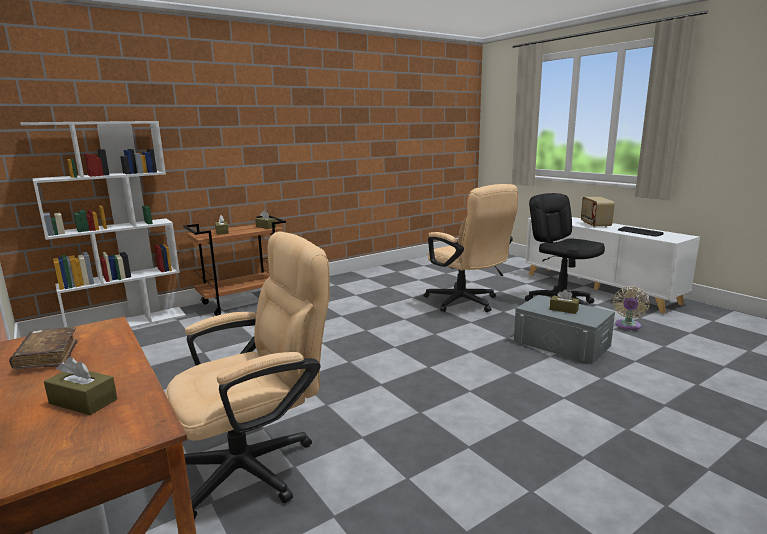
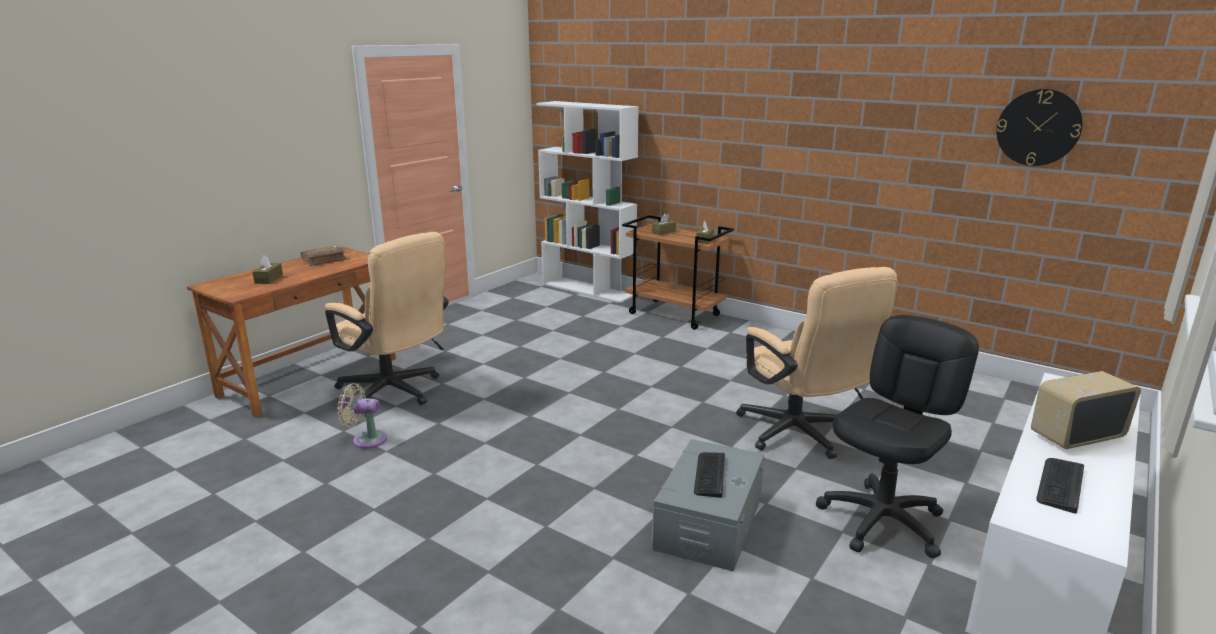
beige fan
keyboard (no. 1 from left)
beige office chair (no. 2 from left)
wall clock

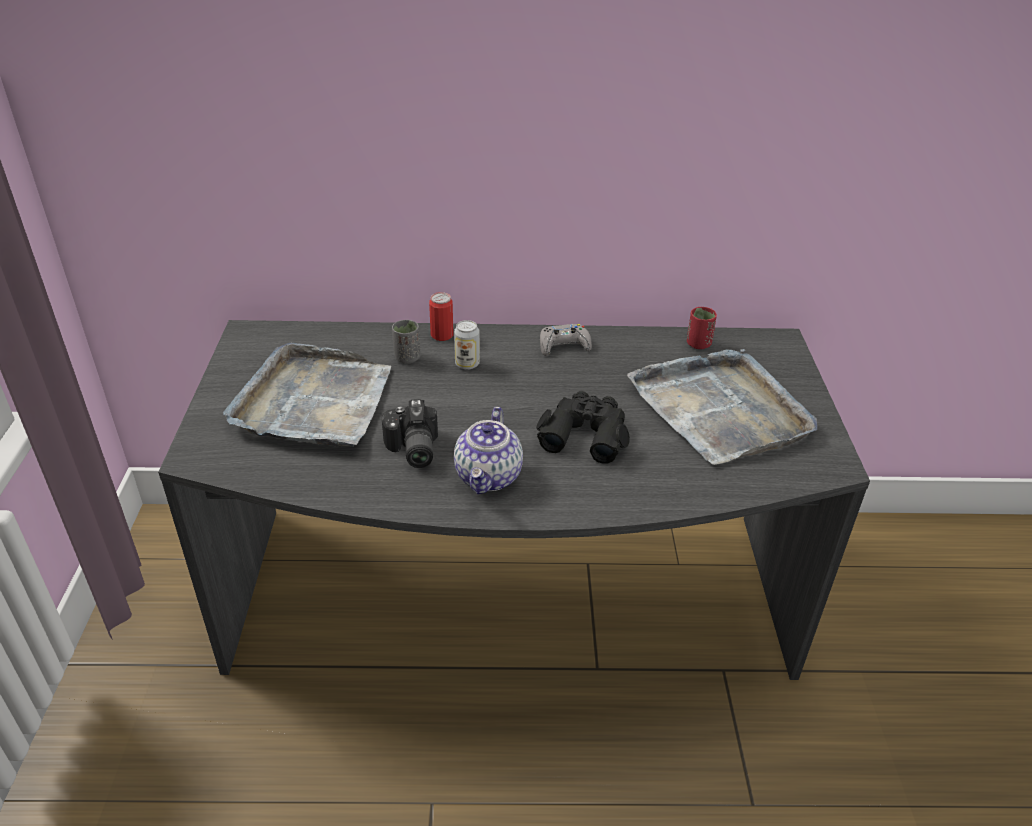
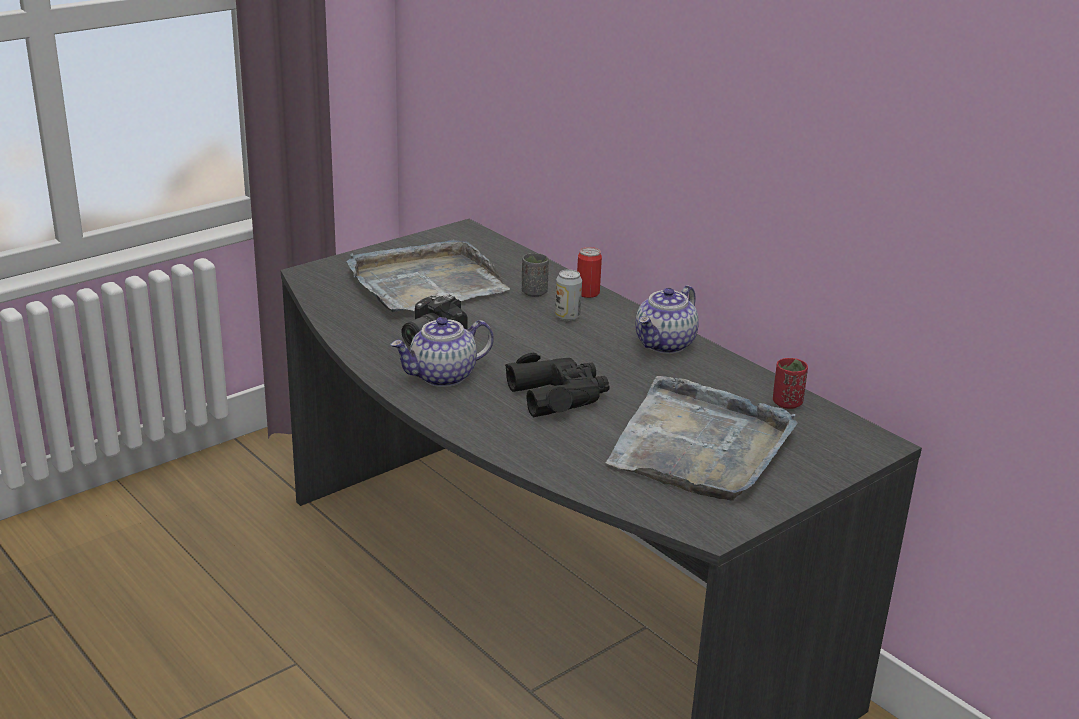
teapot (no. 2 from left)

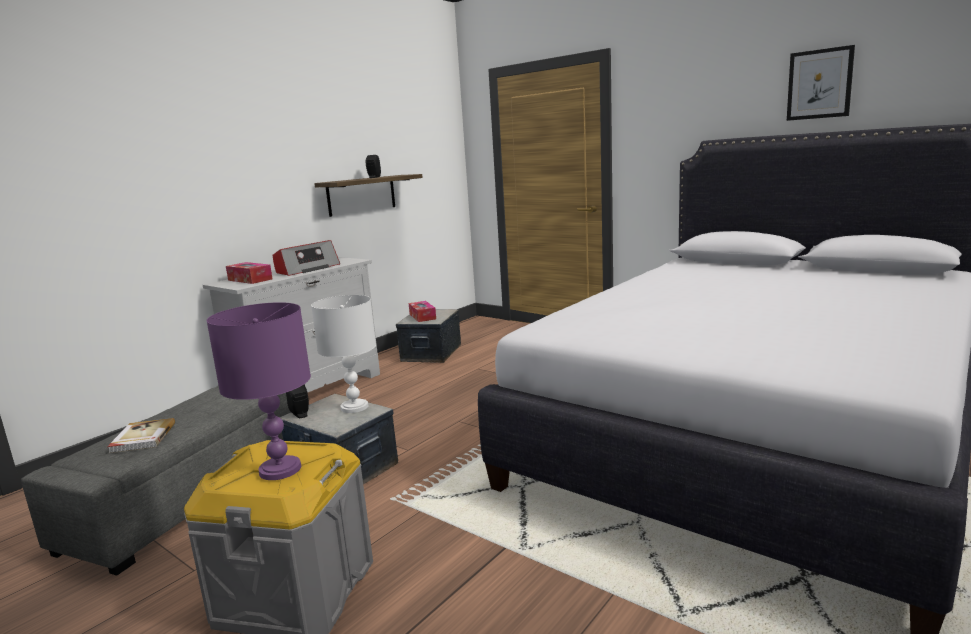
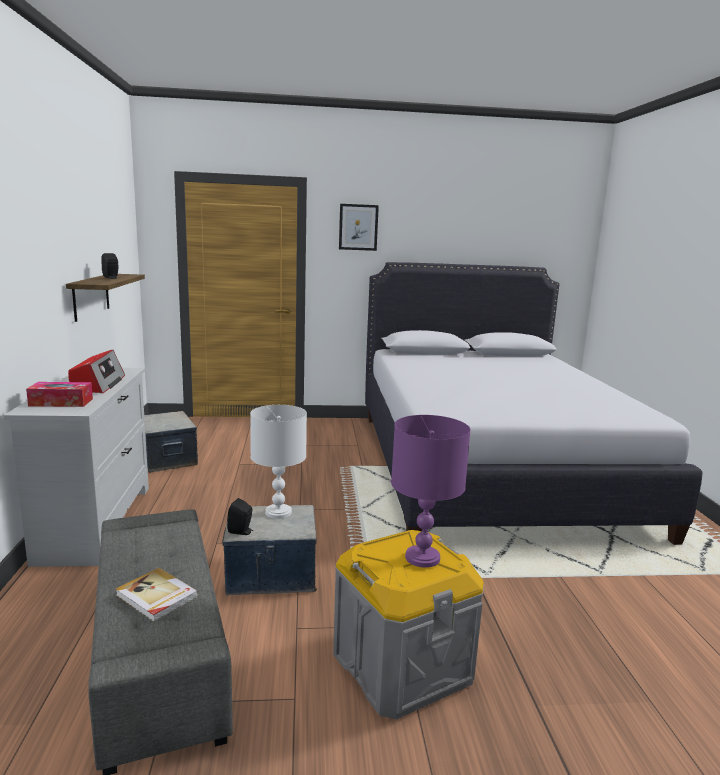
picture
tissue box (no. 2 from left in the first image)

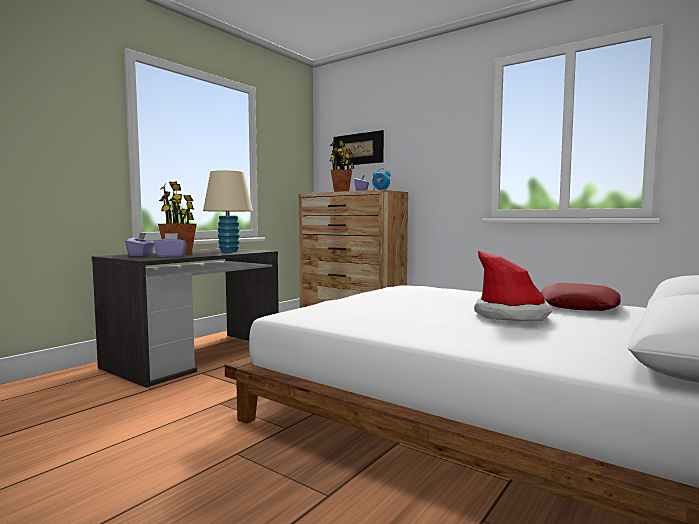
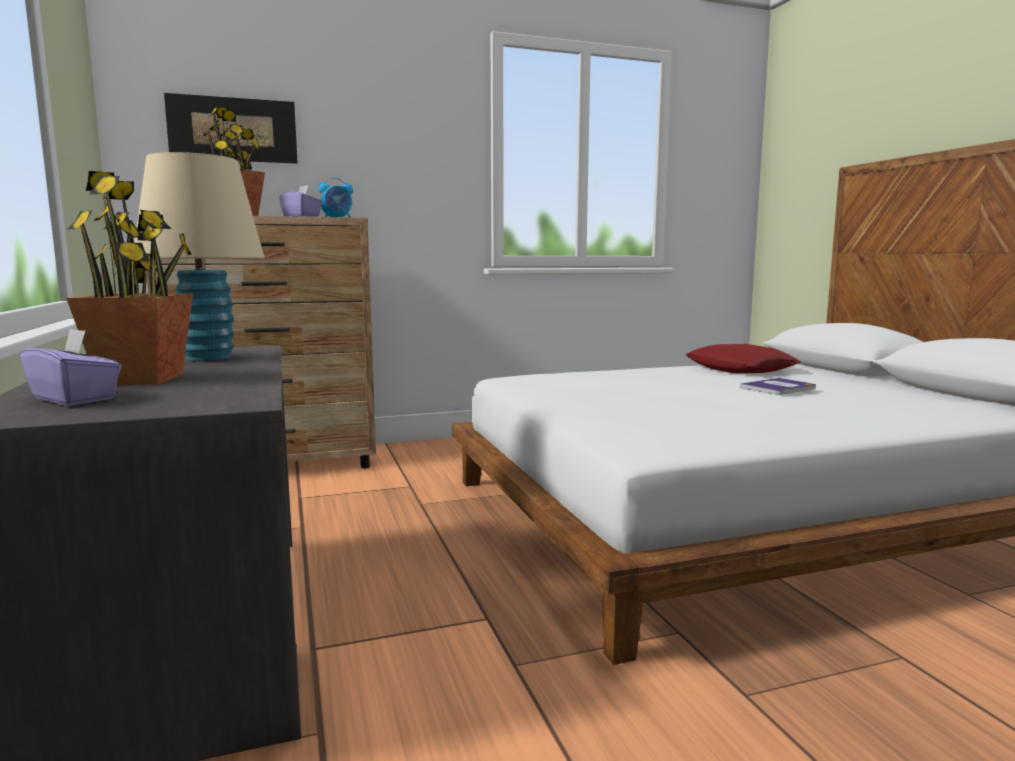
book
purple tissue box (no. 2 from left in the first image)

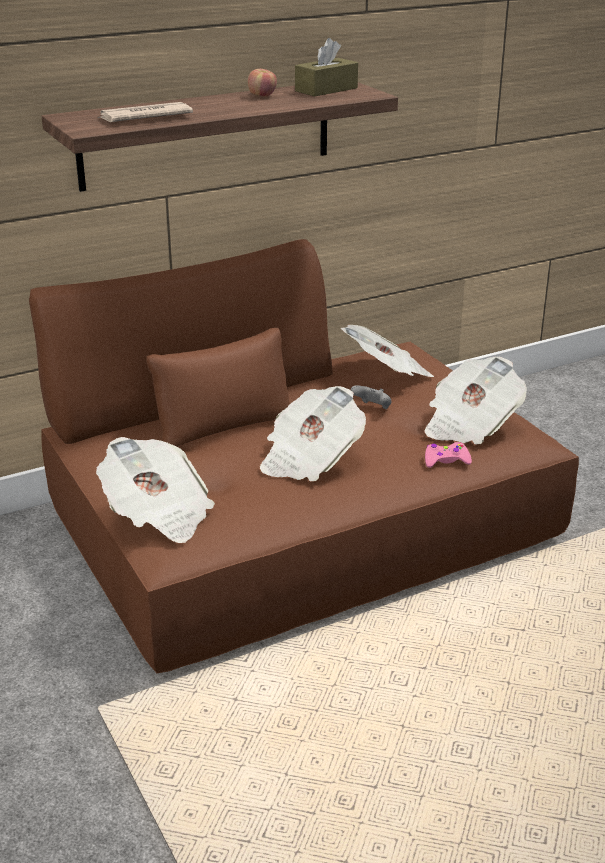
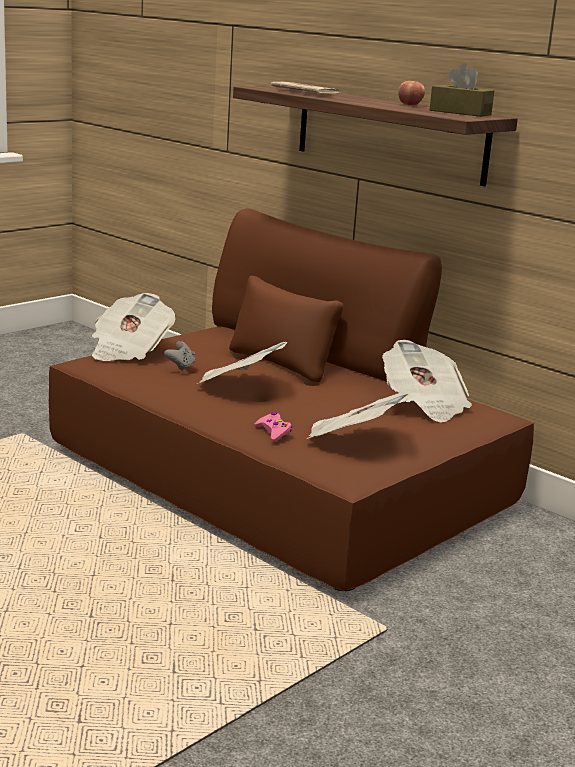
grey game controller

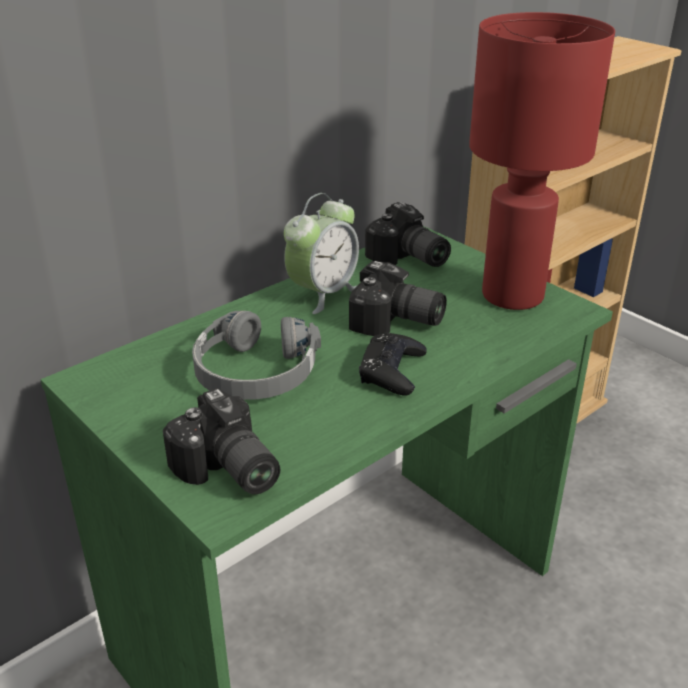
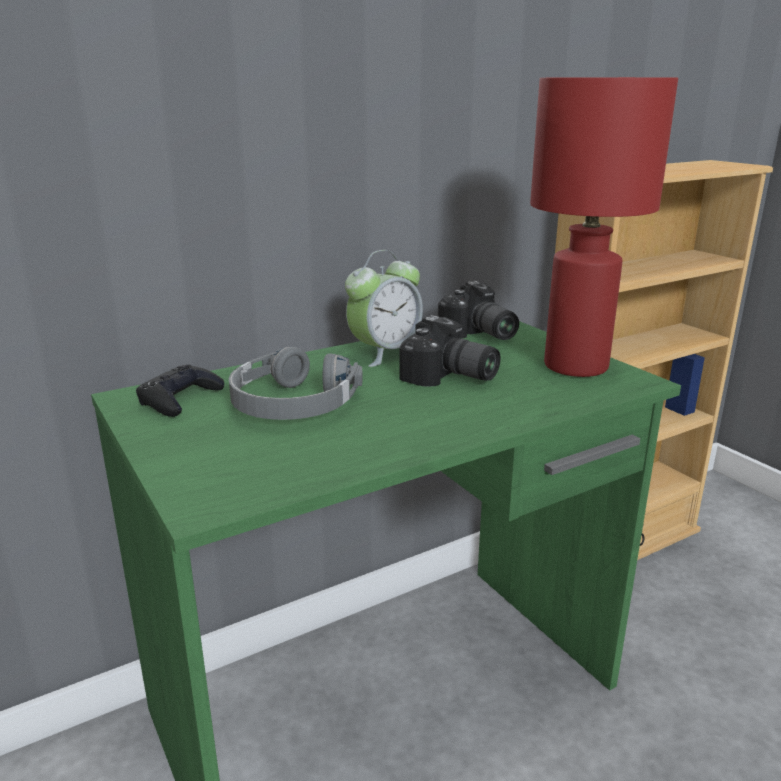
black game controller
photo camera (no. 1 from left in the first image)

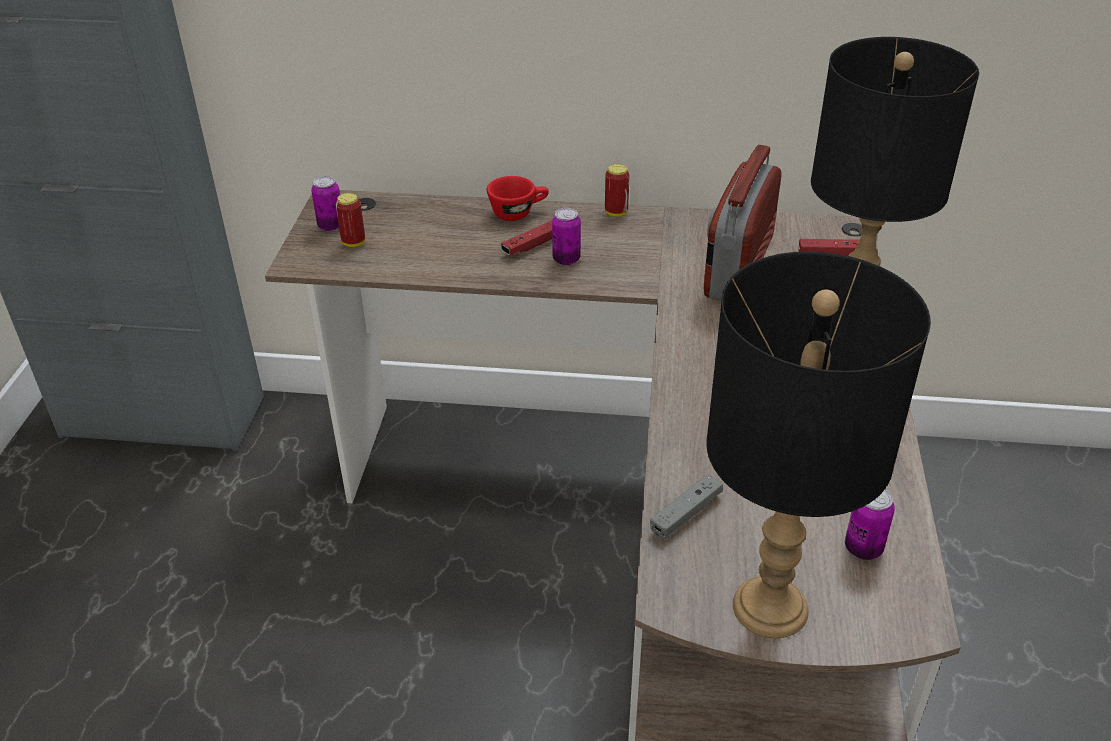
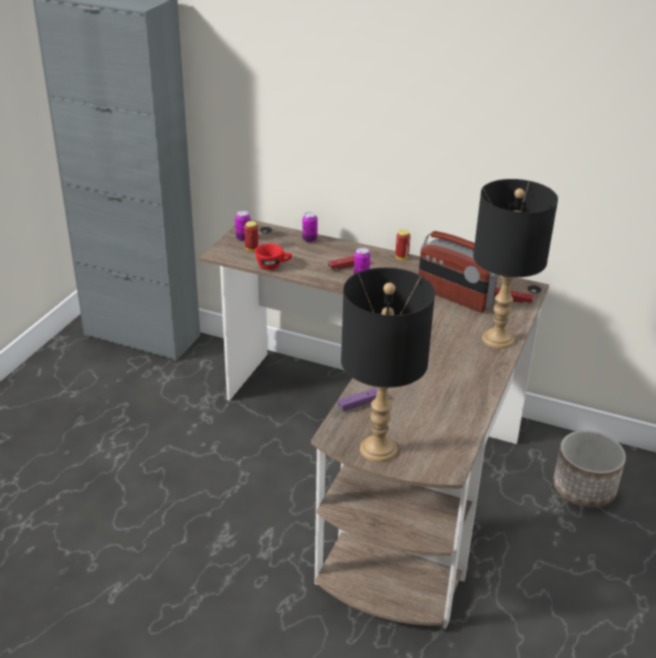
red cup
can (no. 3 from left)
purple game controller
radio
planter

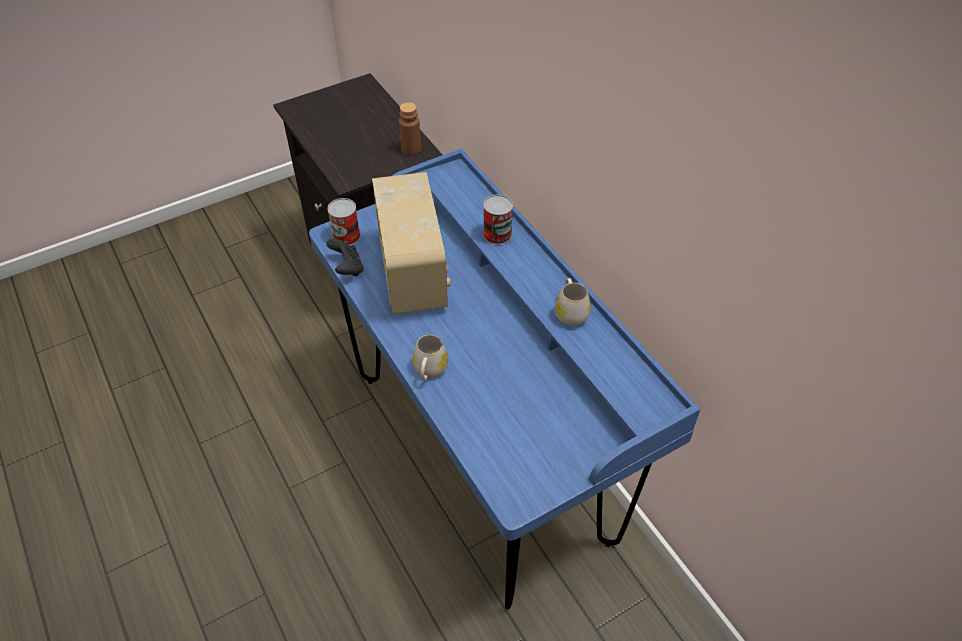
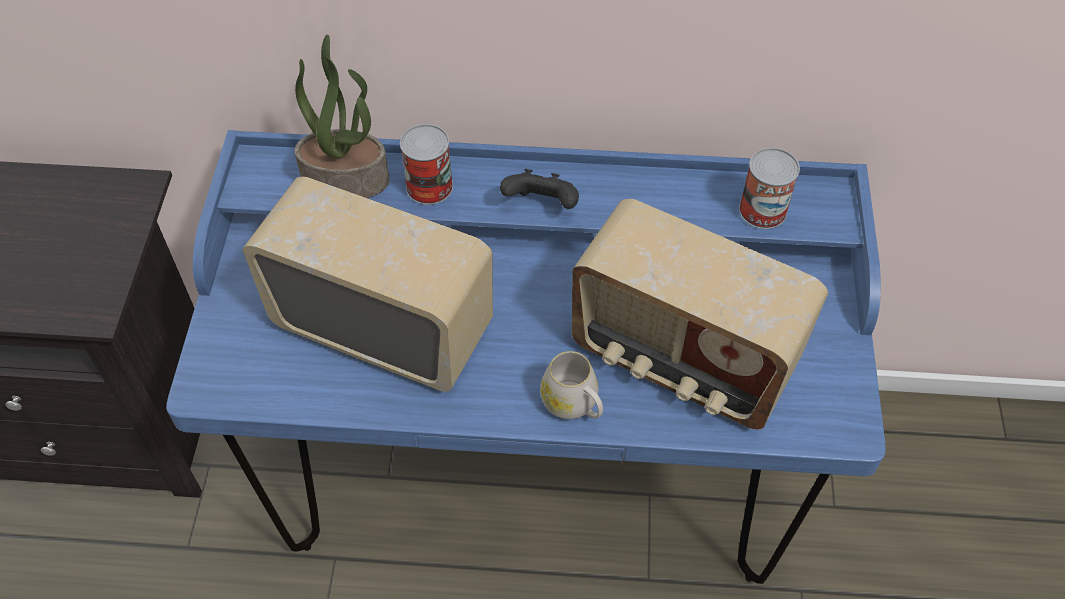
potted plant
black game controller
radio (no. 2 from left)
can (no. 2 from left)
brown bottle
white mug (no. 2 from left in the first image)

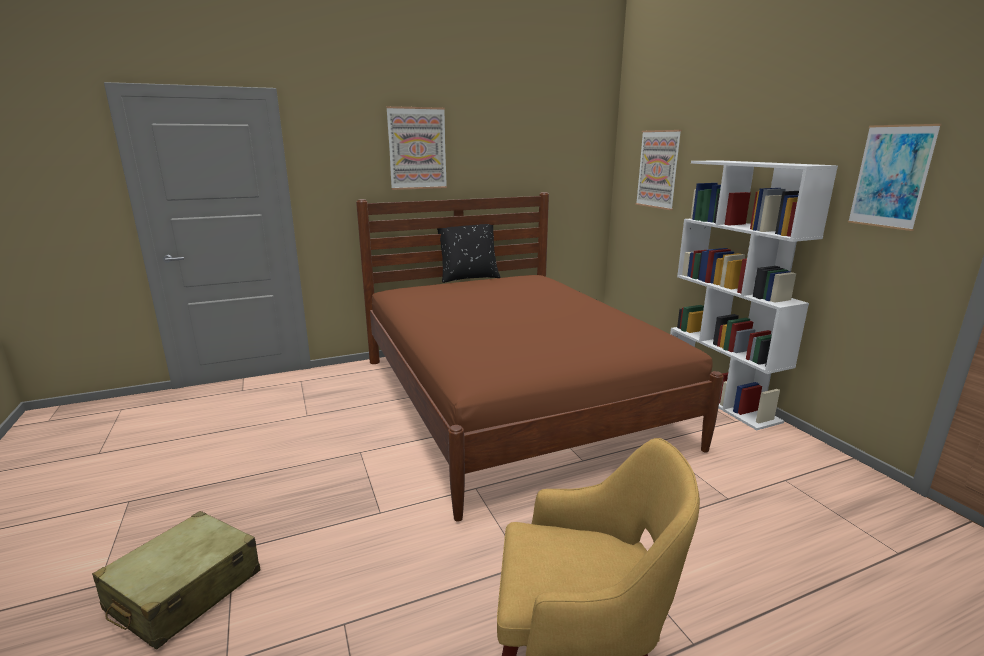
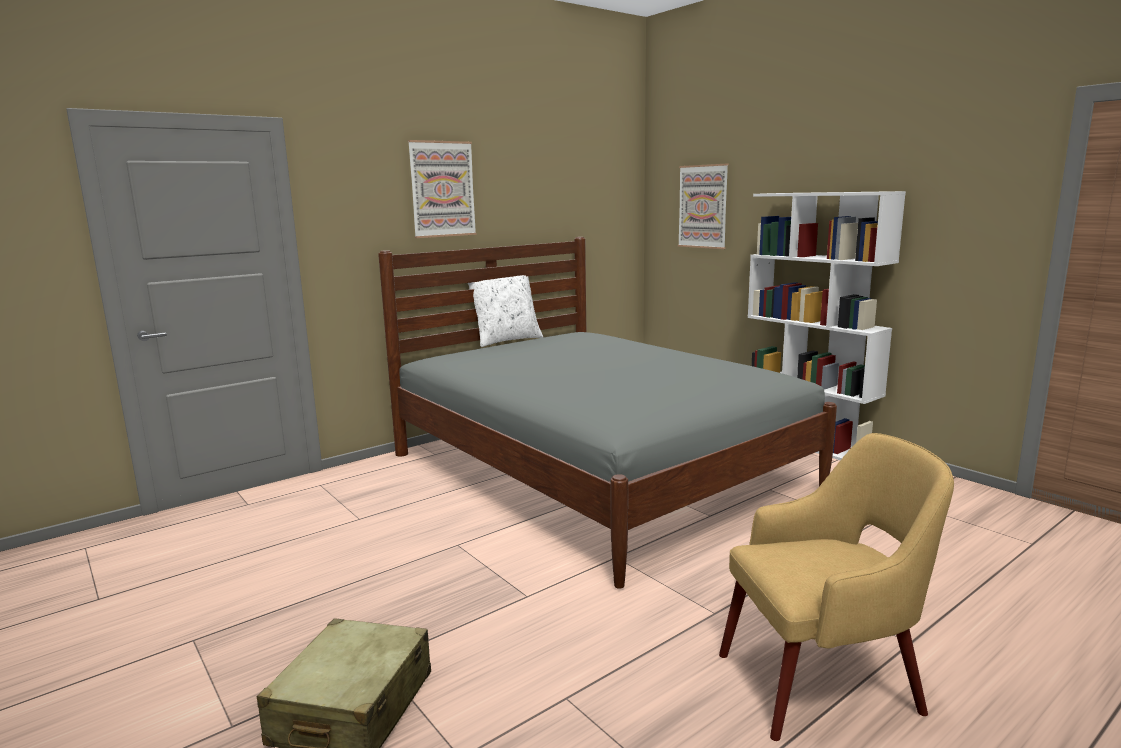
grey bed
white pillow
picture (no. 3 from left in the first image)

